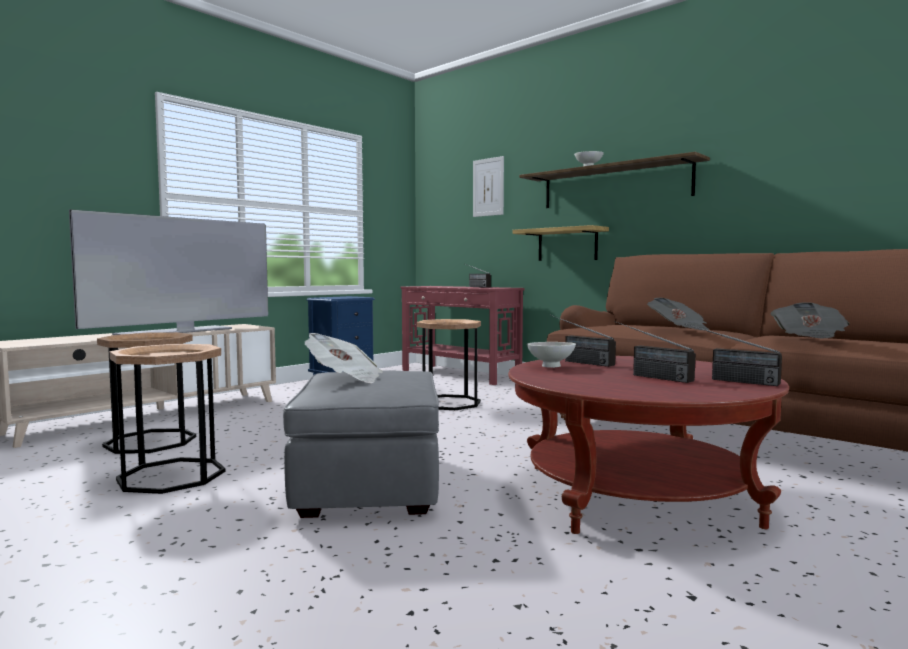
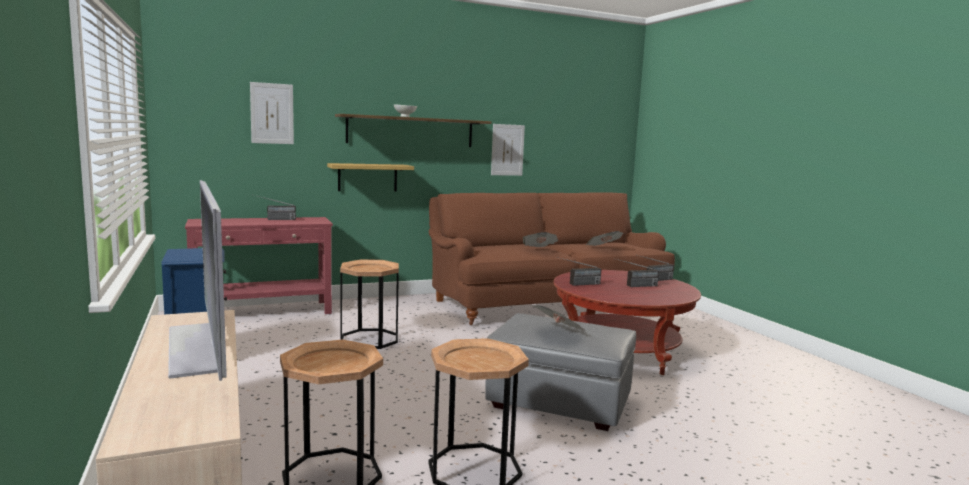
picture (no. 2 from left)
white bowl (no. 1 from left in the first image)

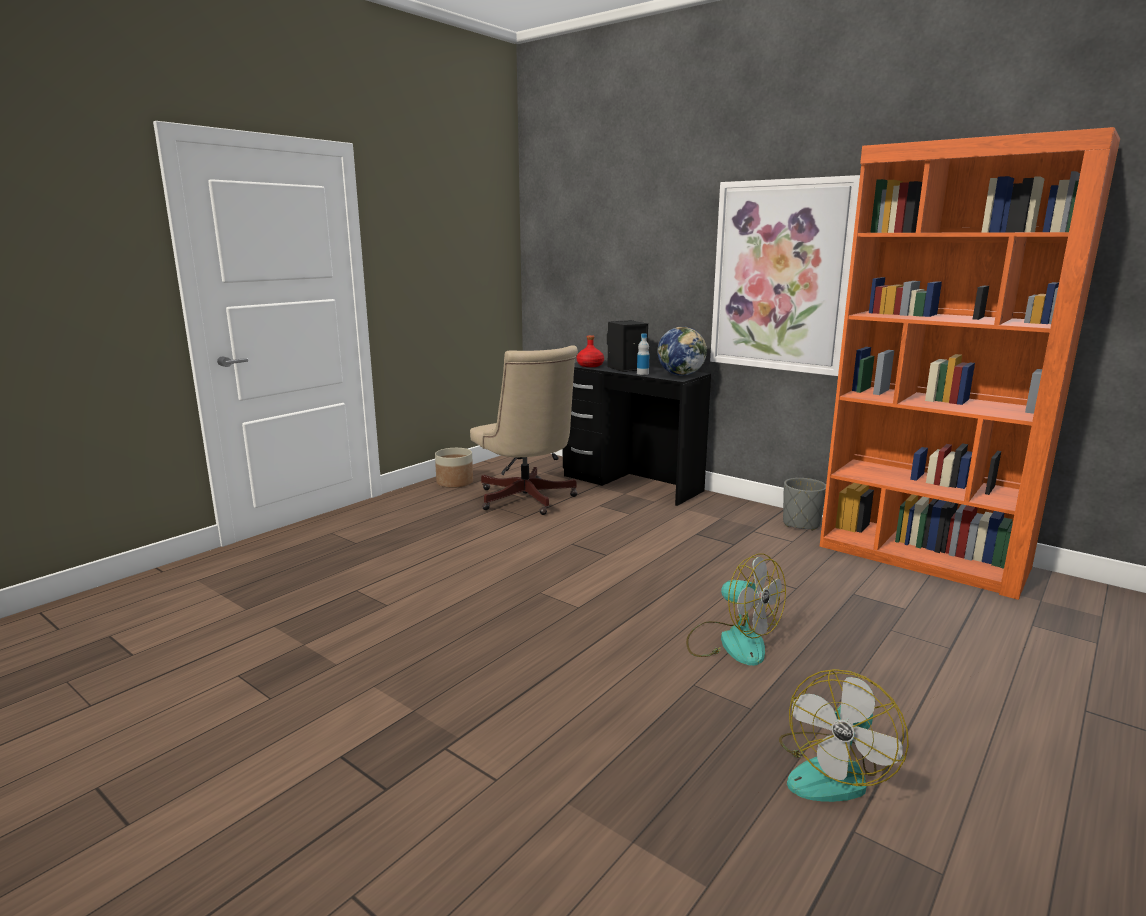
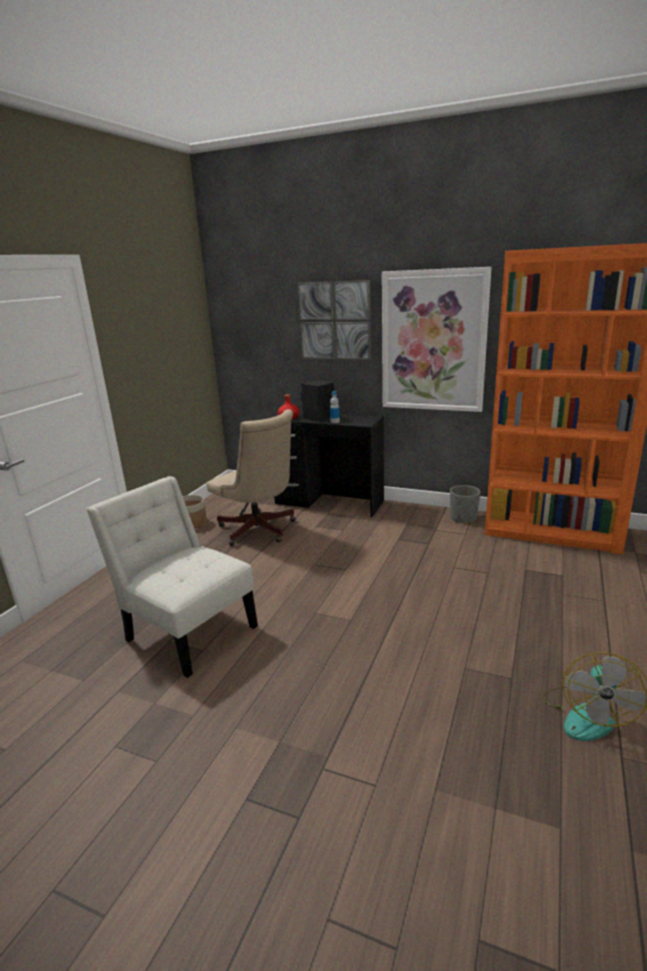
white chair
picture (no. 1 from left)
globe
fan (no. 1 from left in the first image)

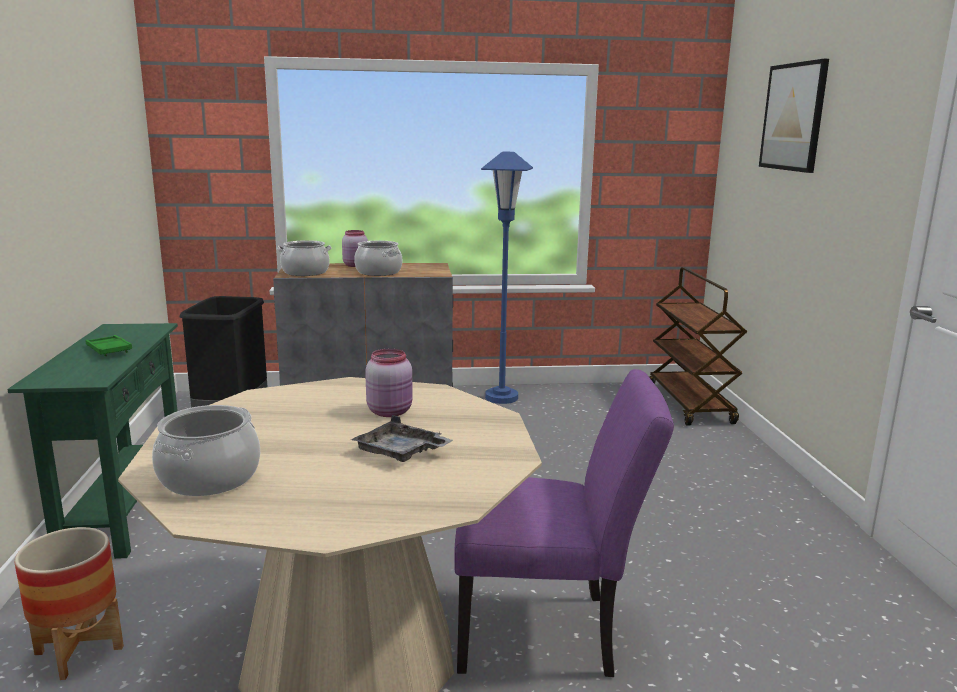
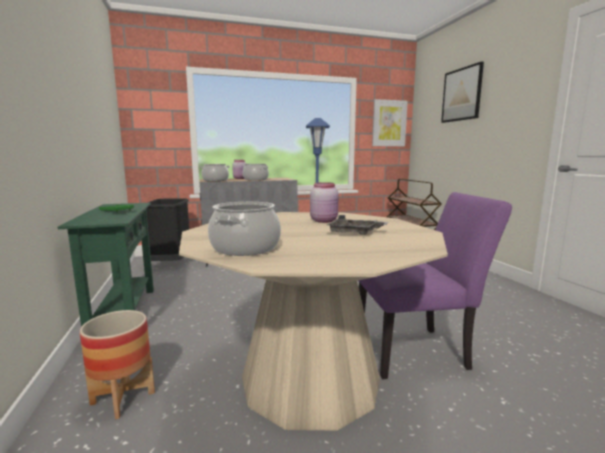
picture (no. 1 from left)

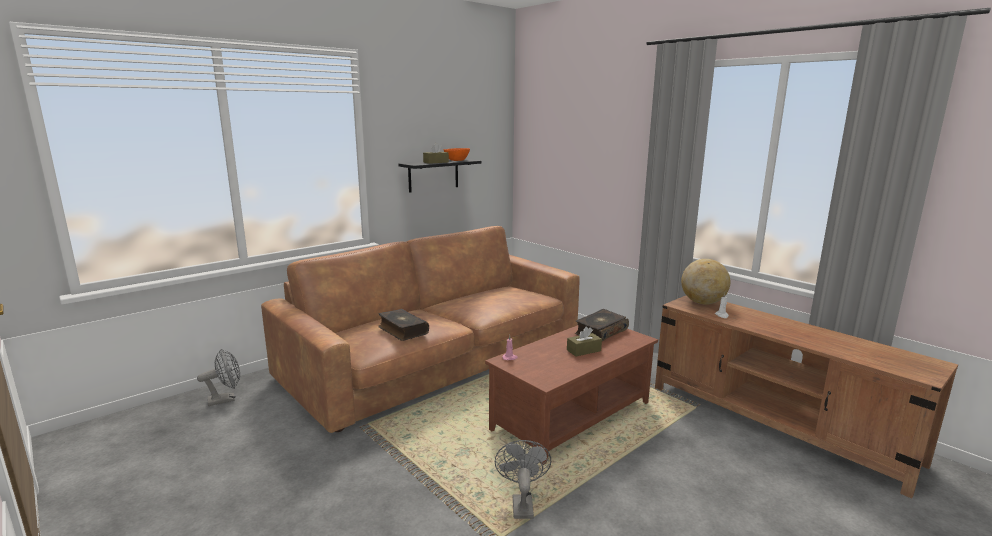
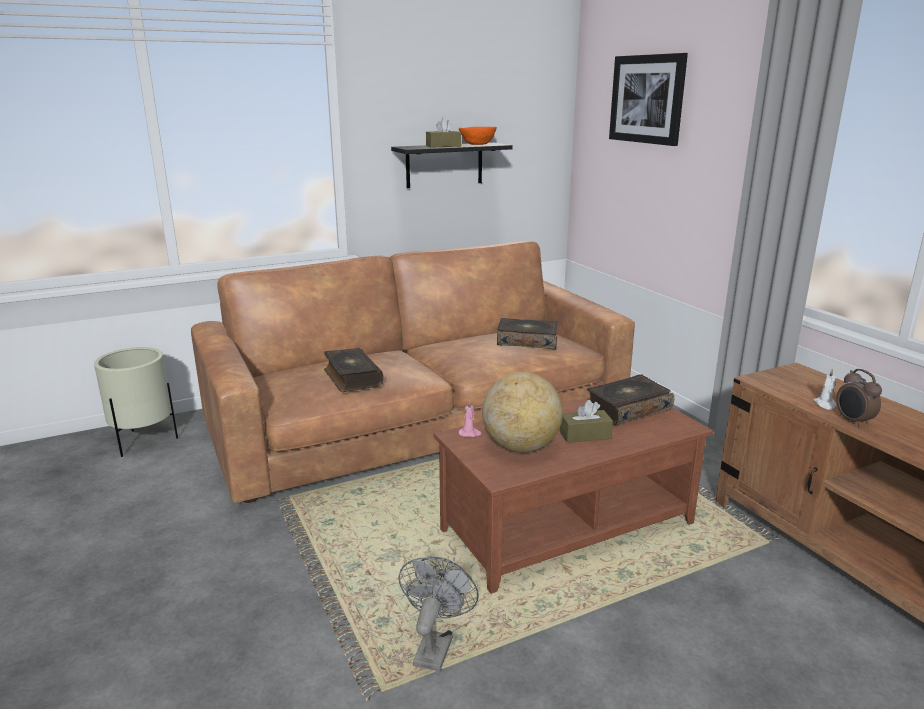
beige planter
globe
book (no. 2 from left)
picture
alarm clock

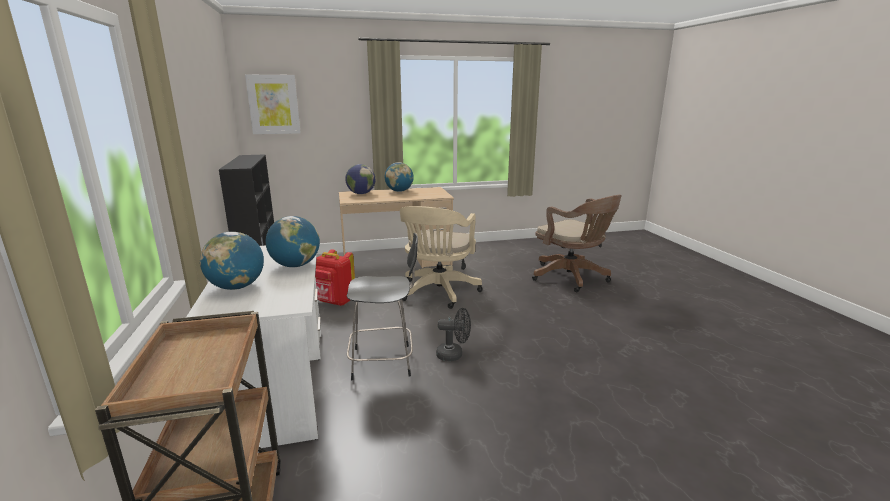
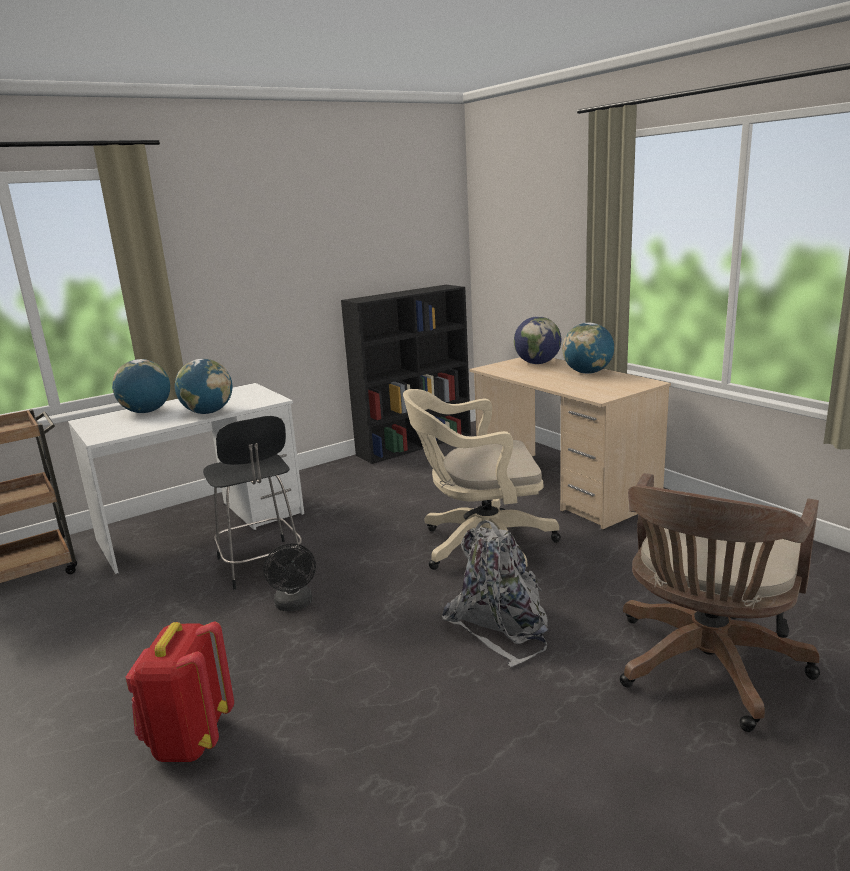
red backpack
grey backpack
picture

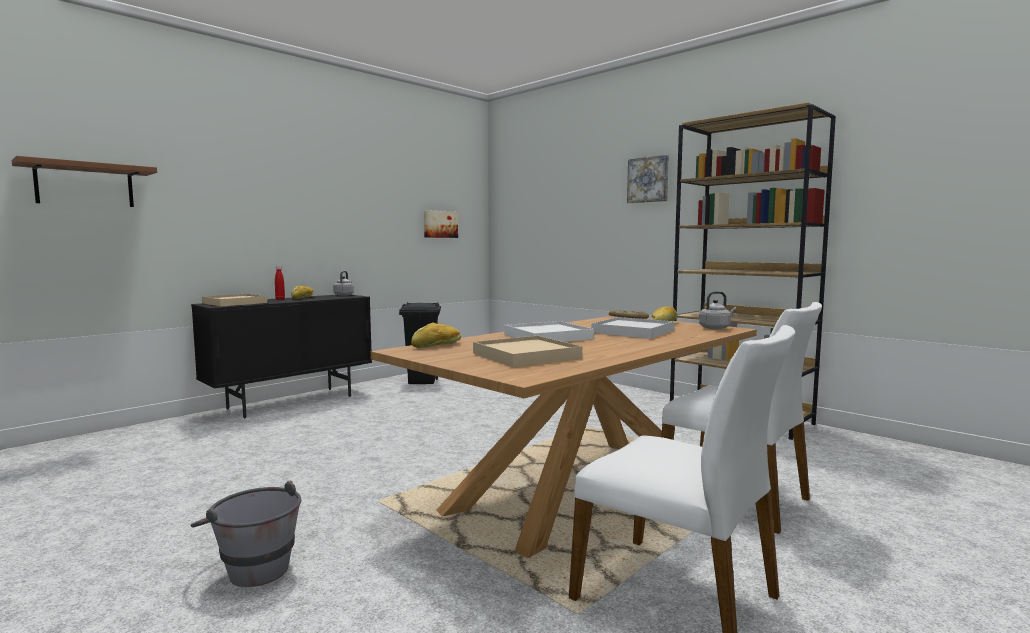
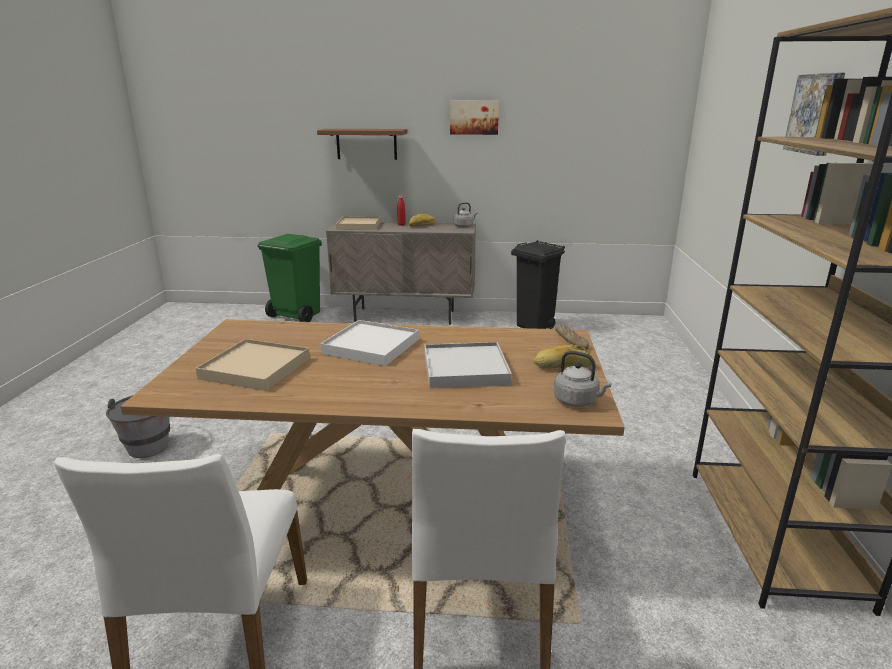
green trash can
brown shelf
beige cabinet
picture (no. 1 from left)
bread (no. 2 from left in the first image)

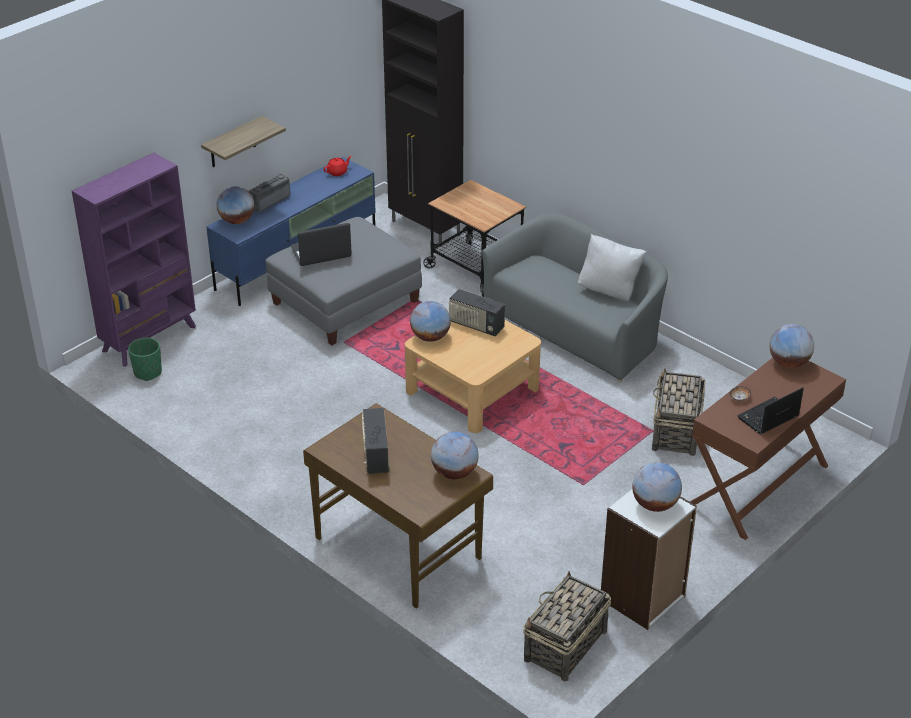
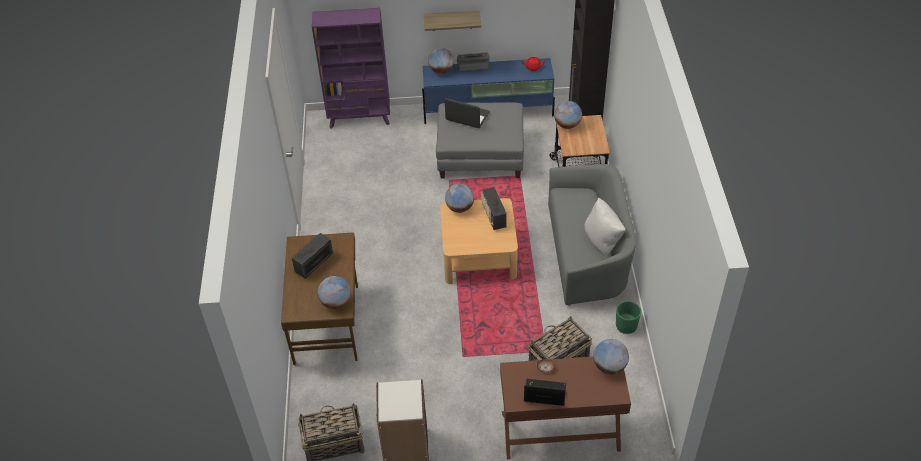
globe (no. 4 from left)
green planter

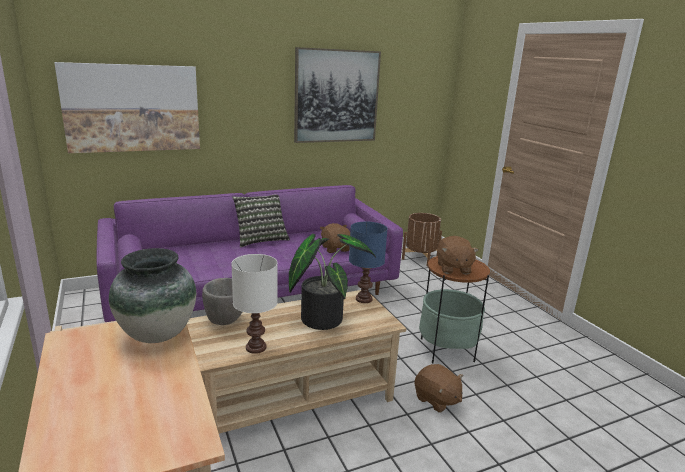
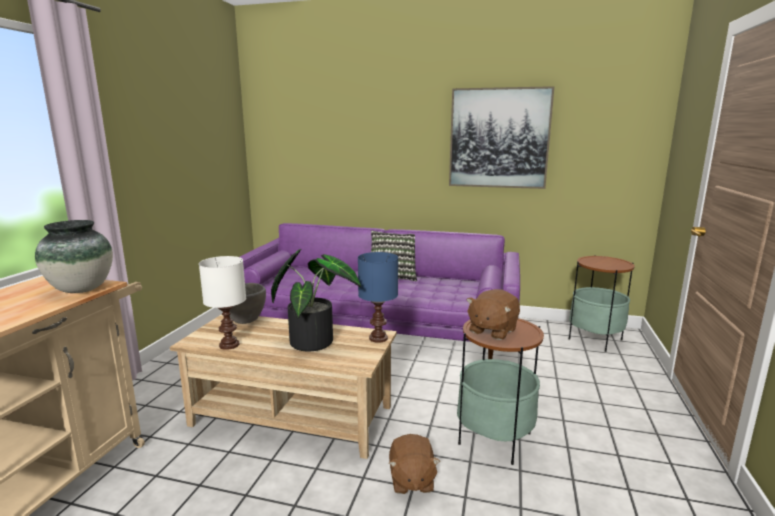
side table (no. 2 from left)
picture (no. 1 from left in the first image)
brown plush toy (no. 1 from left in the first image)

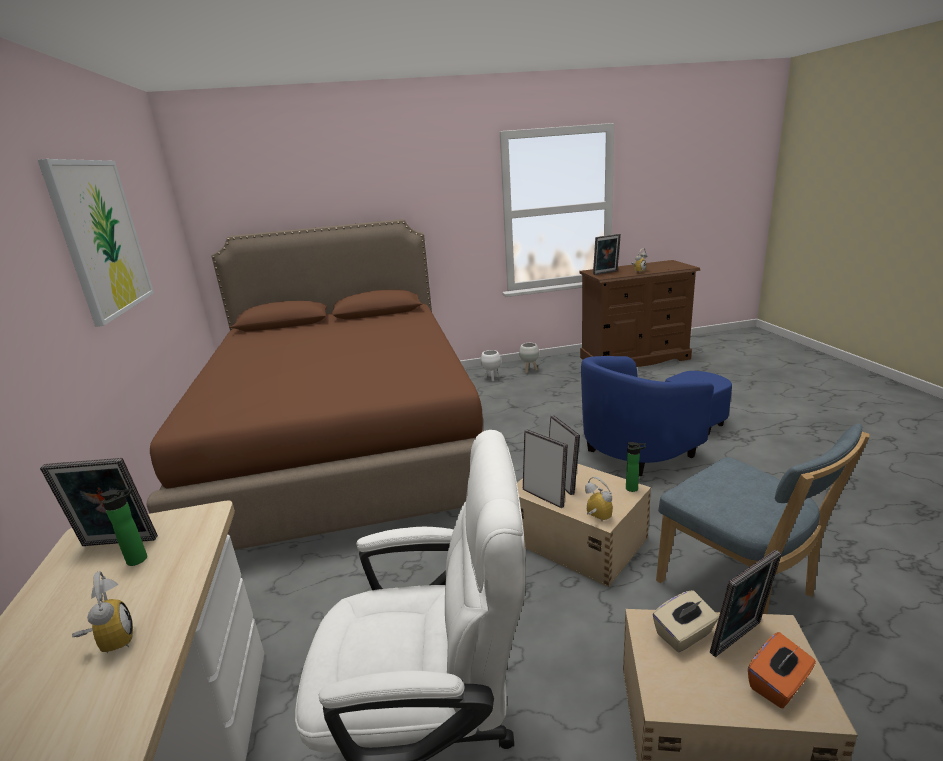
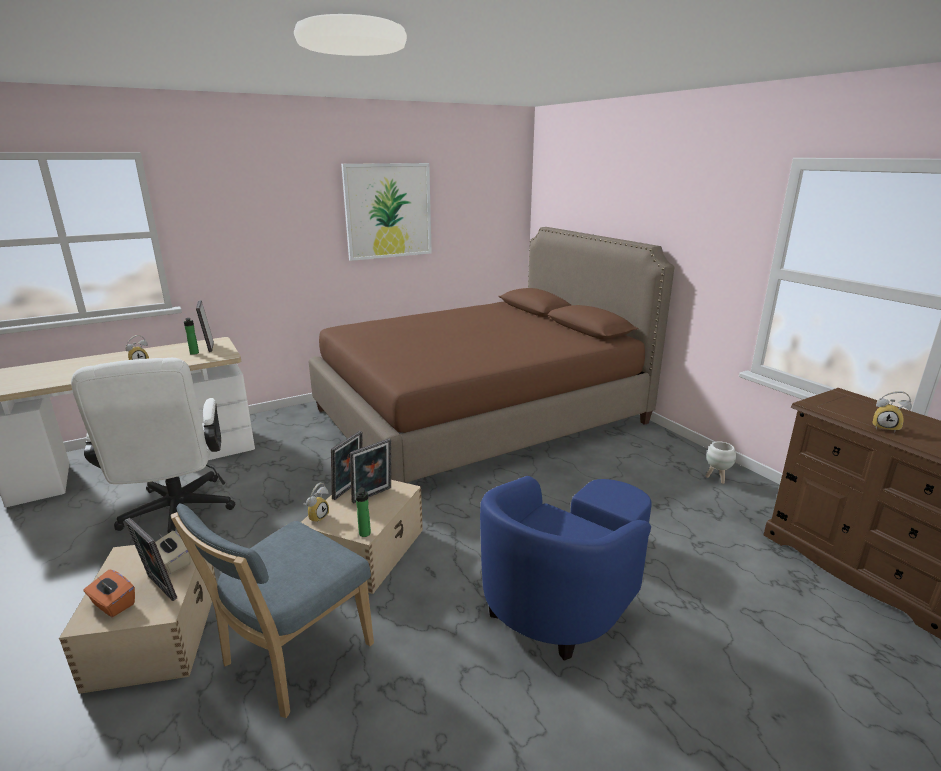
blue armchair
white planter (no. 1 from left in the first image)
picture frame (no. 4 from left in the first image)

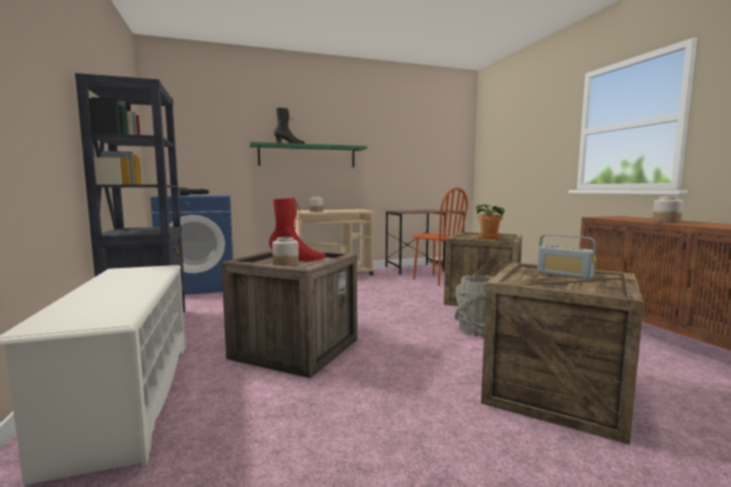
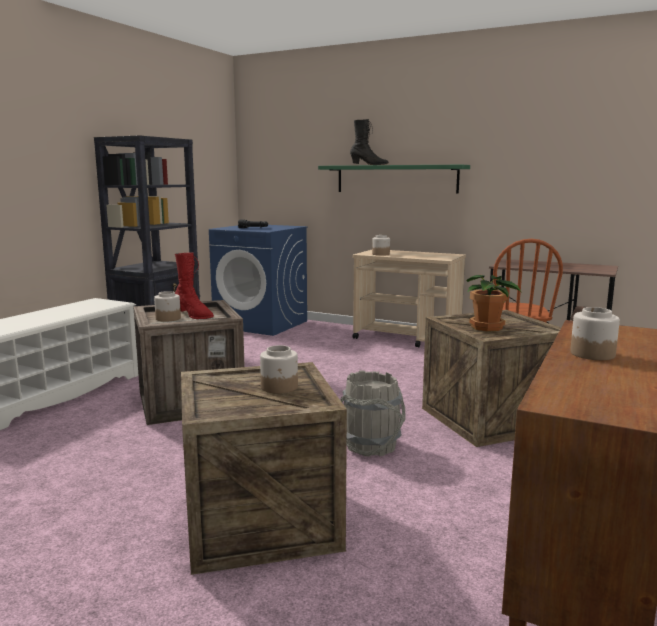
jar (no. 2 from left)

